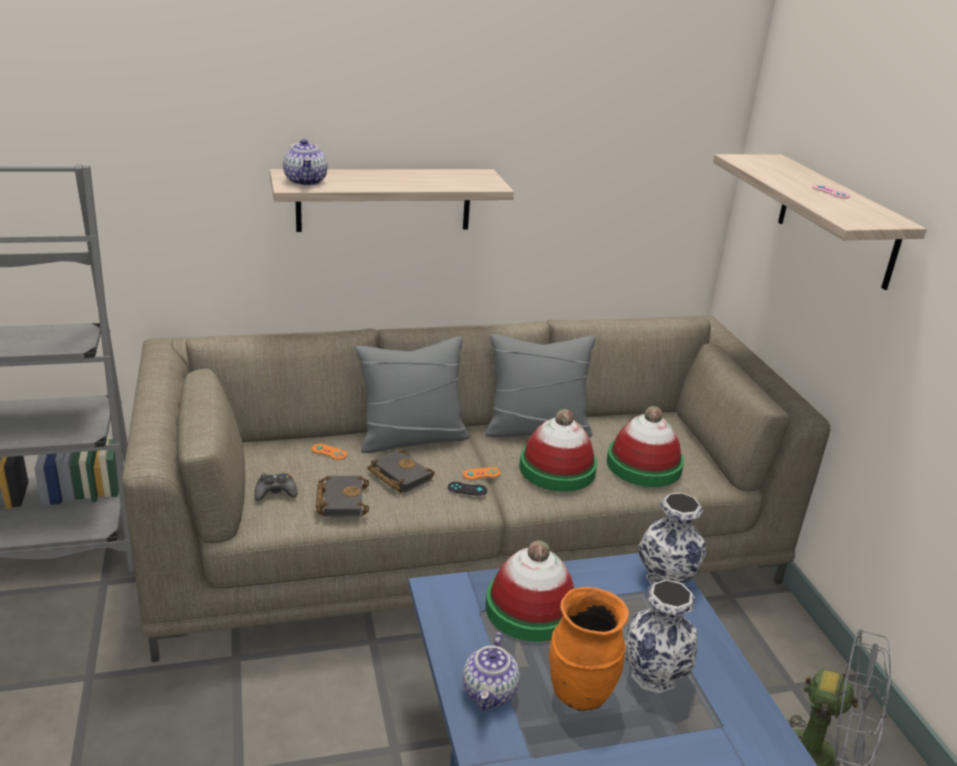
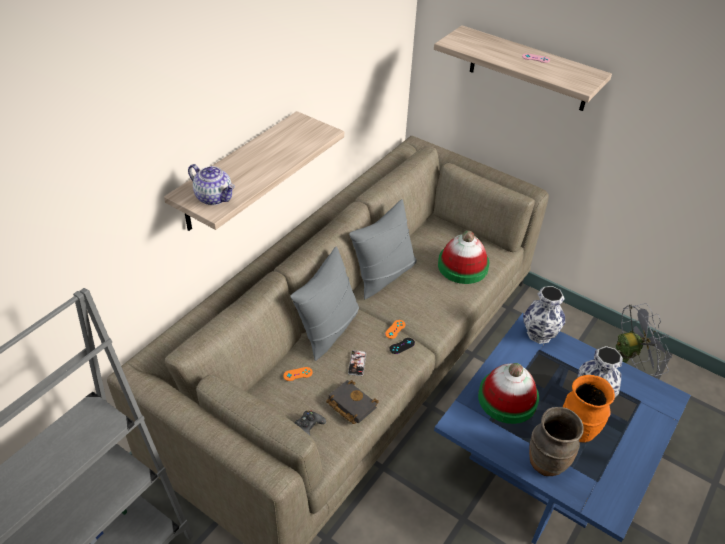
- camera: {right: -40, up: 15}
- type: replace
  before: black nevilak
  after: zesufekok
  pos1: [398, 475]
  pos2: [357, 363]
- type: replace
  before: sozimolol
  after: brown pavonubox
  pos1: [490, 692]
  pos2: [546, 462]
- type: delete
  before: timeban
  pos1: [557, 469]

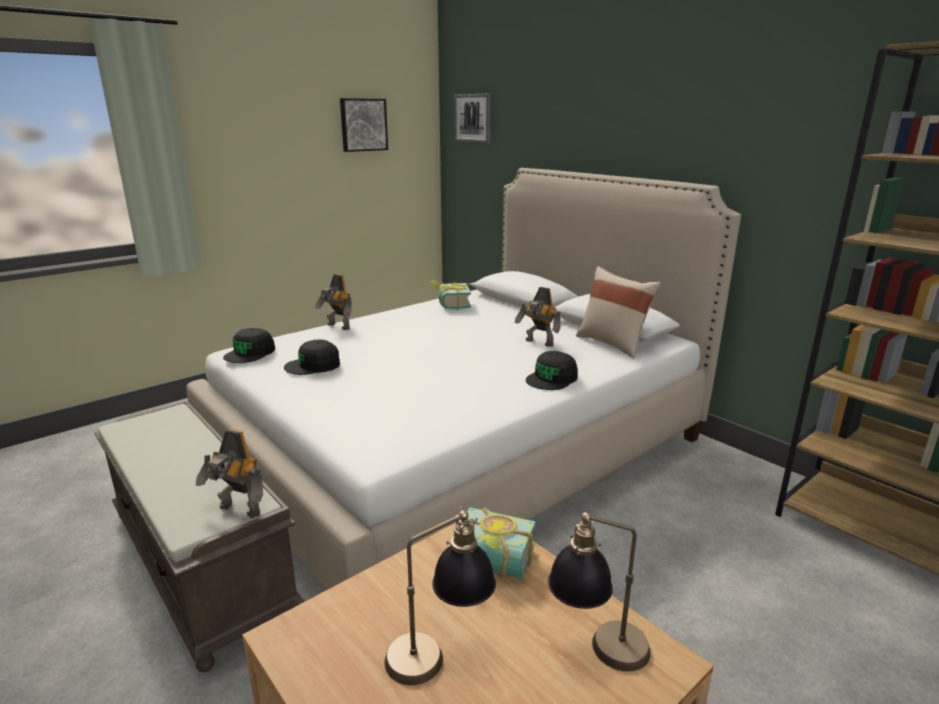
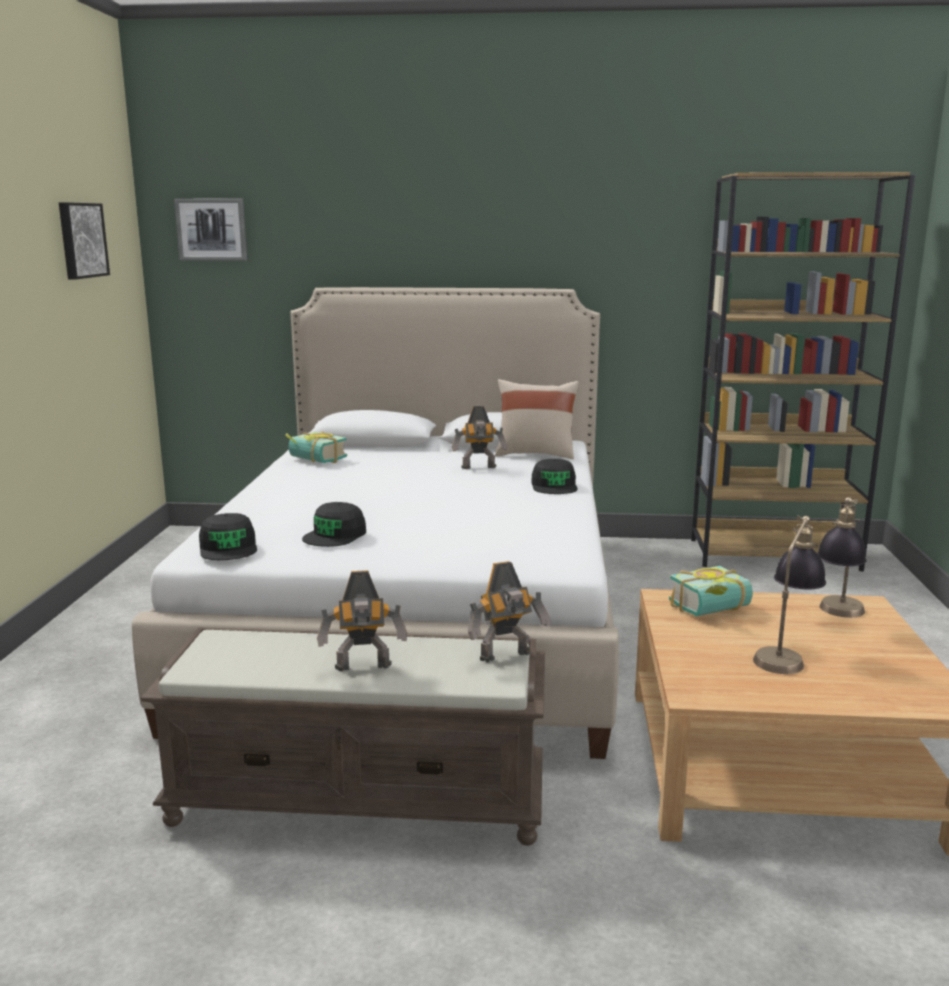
- camera: {right: -45, up: -5}
- type: move
  before: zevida
  pos1: [337, 327]
  pos2: [364, 668]

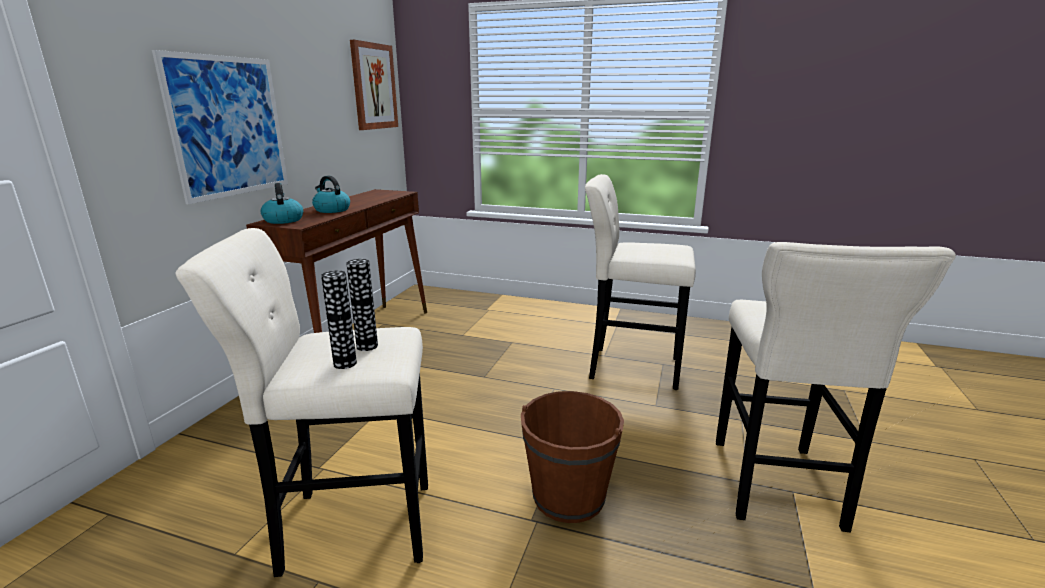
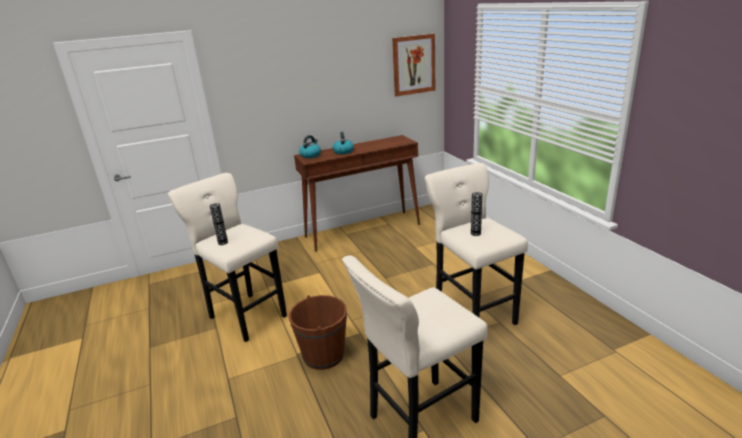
- camera: {right: 50, up: 5}
- type: move
  before: pavonubox
  pos1: [367, 346]
  pos2: [475, 233]
- type: delete
  before: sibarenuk
  pos1: [229, 127]

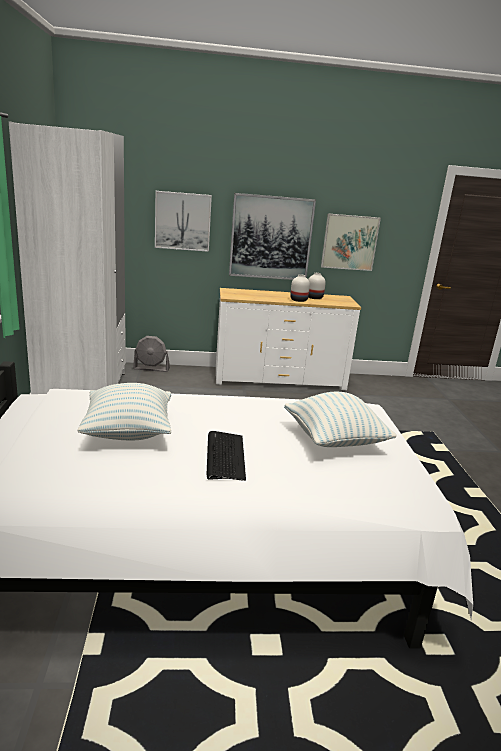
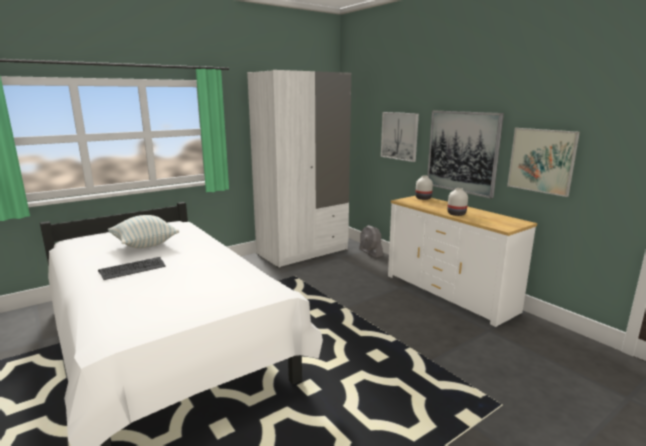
- camera: {right: 60, up: -5}
- type: move
  before: white pavonubox
  pos1: [314, 297]
  pos2: [423, 198]
- type: delete
  before: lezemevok
  pos1: [334, 441]

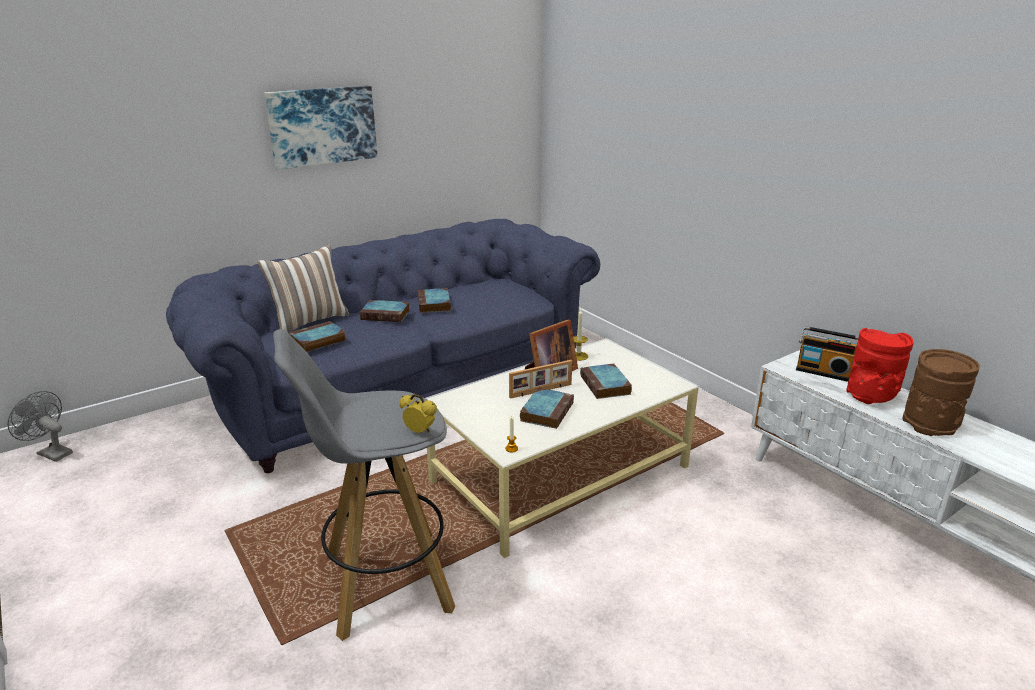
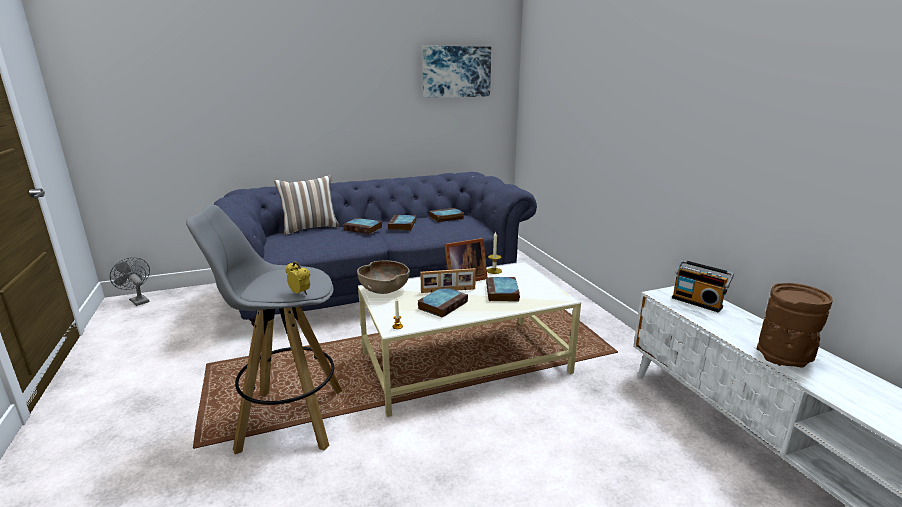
- camera: {right: 15, up: -5}
- type: insert
  after: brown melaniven
  pos2: [384, 290]
- type: move
  before: sibarenuk
  pos1: [322, 126]
  pos2: [456, 71]
- type: move
  before: nevilak
  pos1: [317, 341]
  pos2: [446, 218]
- type: delete
  before: red pavonubox
  pos1: [870, 397]

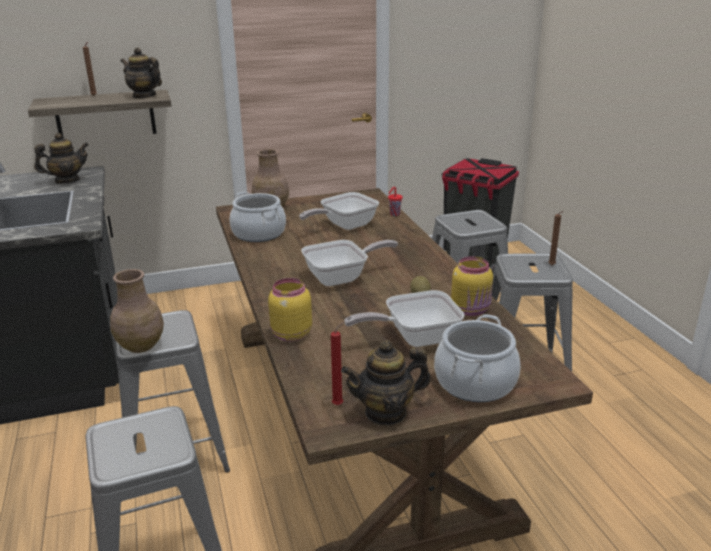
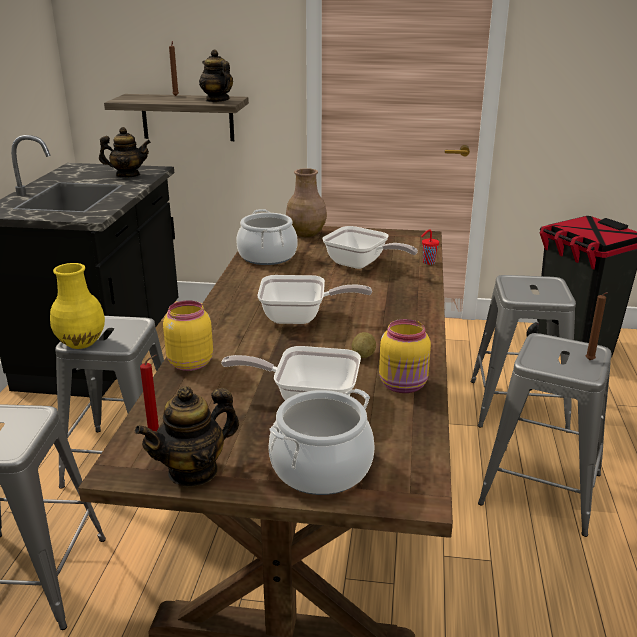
- camera: {right: 25, up: 0}
- type: recolor
  before: brown pavonubox
  after: yellow pavonubox
  pos1: [141, 345]
  pos2: [82, 342]
- type: rotate
  before: sozimolol
  pos1: [386, 412]
  pos2: [193, 471]
  turn: -45
- type: rotate
  before: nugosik
  pos1: [344, 226]
  pos2: [361, 264]
  turn: -135

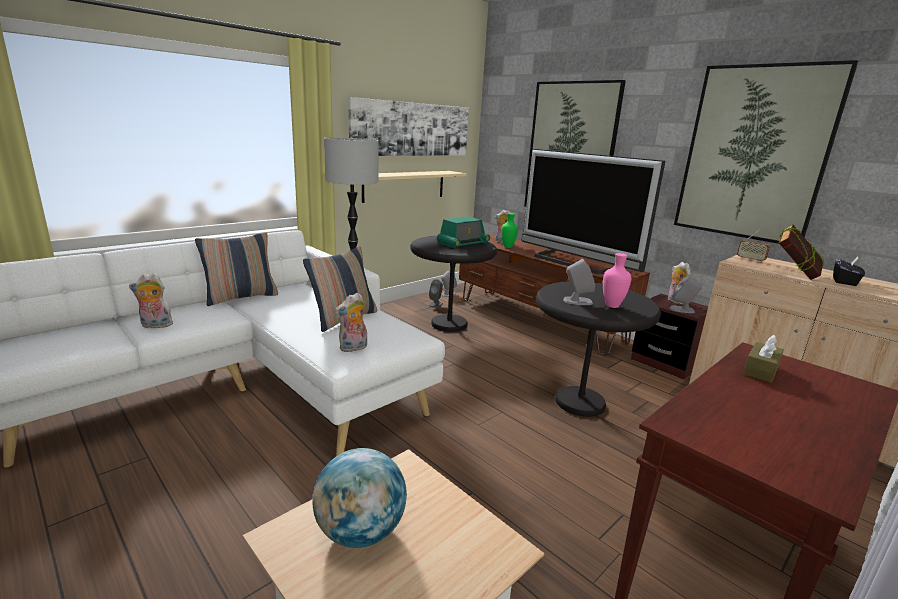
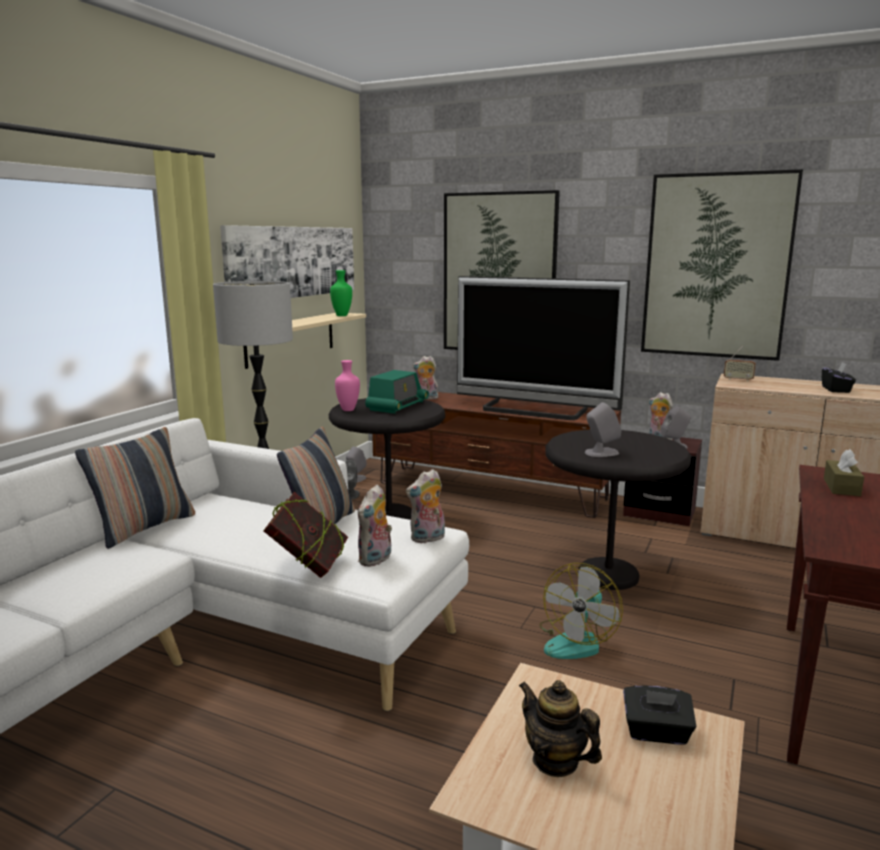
- camera: {right: -20, up: -5}
- type: move
  before: nevilak
  pos1: [794, 274]
  pos2: [308, 567]
- type: move
  before: green pavonubox
  pos1: [508, 247]
  pos2: [342, 315]
- type: move
  before: pink pavonubox
  pos1: [611, 305]
  pos2: [347, 410]
- type: move
  before: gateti
  pos1: [155, 326]
  pos2: [427, 539]
- type: replace
  before: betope
  after: sozimolol
  pos1: [360, 532]
  pos2: [555, 761]
- type: insert
  after: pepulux
  pos2: [577, 641]
- type: insert
  after: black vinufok
  pos2: [656, 733]

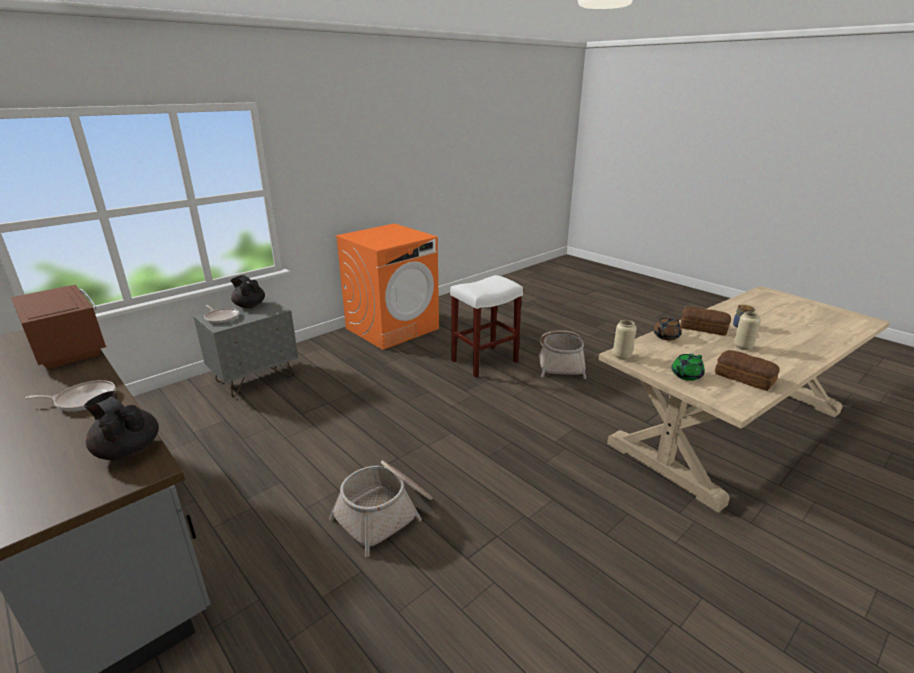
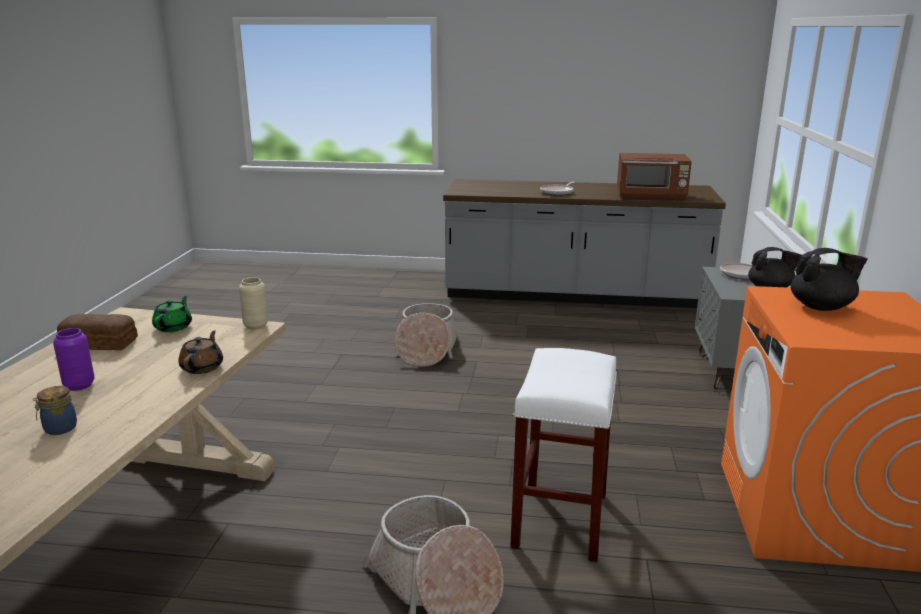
- camera: {right: 140, up: -5}
- type: recolor
  before: beige pavonubox
  after: purple pavonubox
  pos1: [742, 347]
  pos2: [79, 385]
- type: move
  before: black sozimolol
  pos1: [128, 450]
  pos2: [821, 307]
- type: delete
  before: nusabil
  pos1: [704, 328]

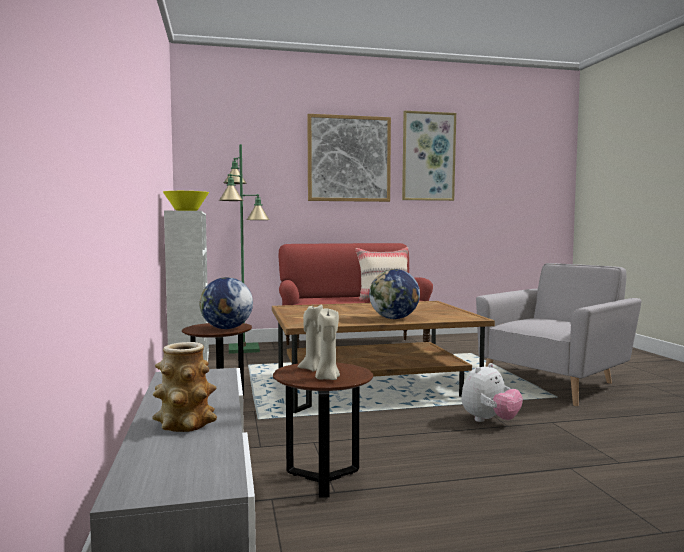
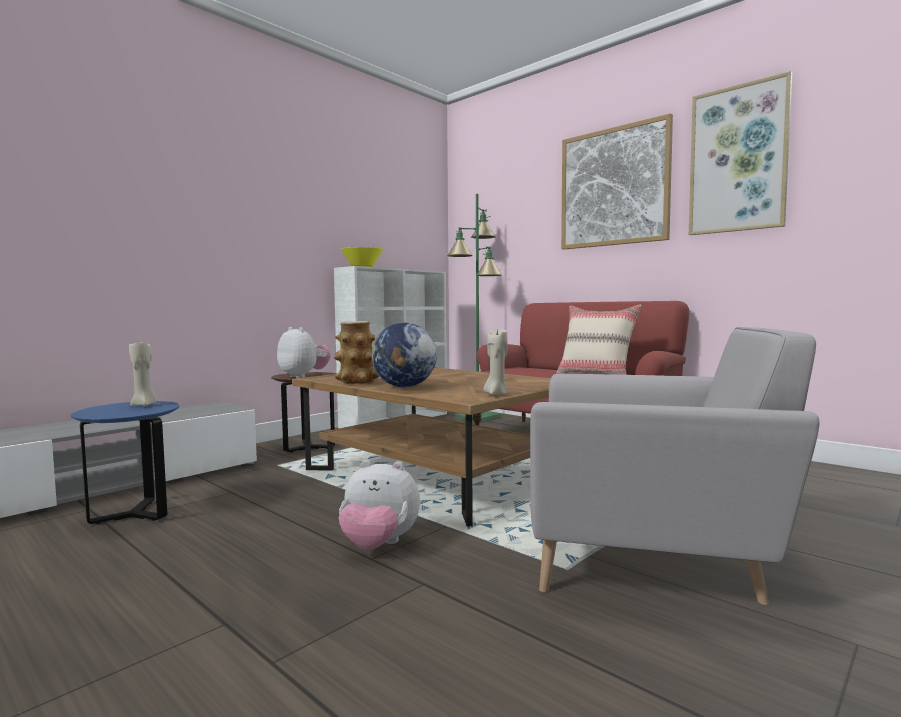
- camera: {right: 55, up: 0}
- type: recolor
  before: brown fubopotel
  after: blue fubopotel
  pos1: [323, 480]
  pos2: [134, 515]
- type: replace
  before: betope
  after: gateti
  pos1: [226, 328]
  pos2: [303, 376]
- type: move
  before: pavonubox
  pos1: [185, 424]
  pos2: [357, 381]
- type: move
  before: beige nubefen
  pos1: [327, 378]
  pos2: [496, 394]

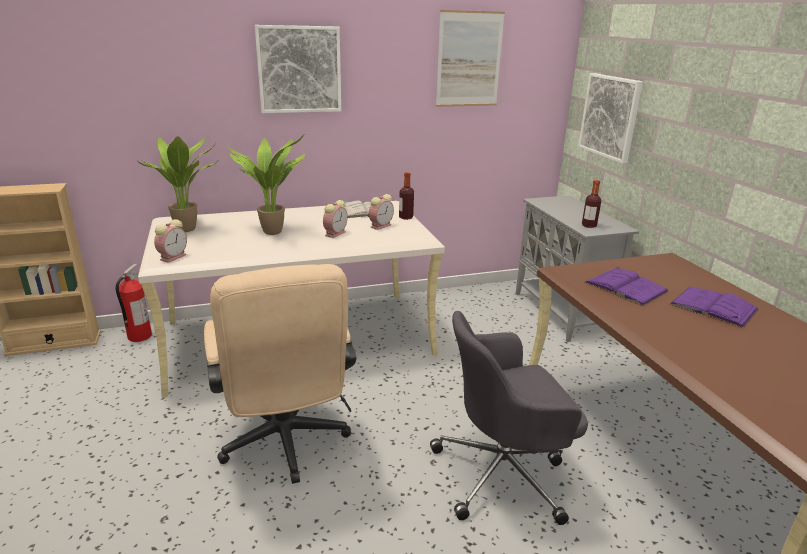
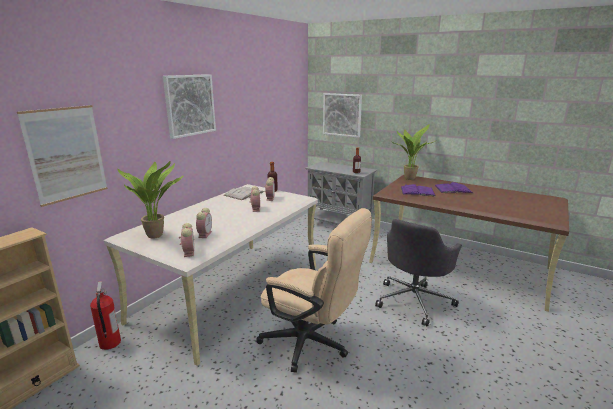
- camera: {right: -40, up: -5}
- type: move
  before: sibarenuk
  pos1: [469, 59]
  pos2: [66, 154]
- type: insert
  after: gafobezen
  pos2: [205, 234]
- type: move
  before: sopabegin
  pos1: [275, 231]
  pos2: [408, 178]

